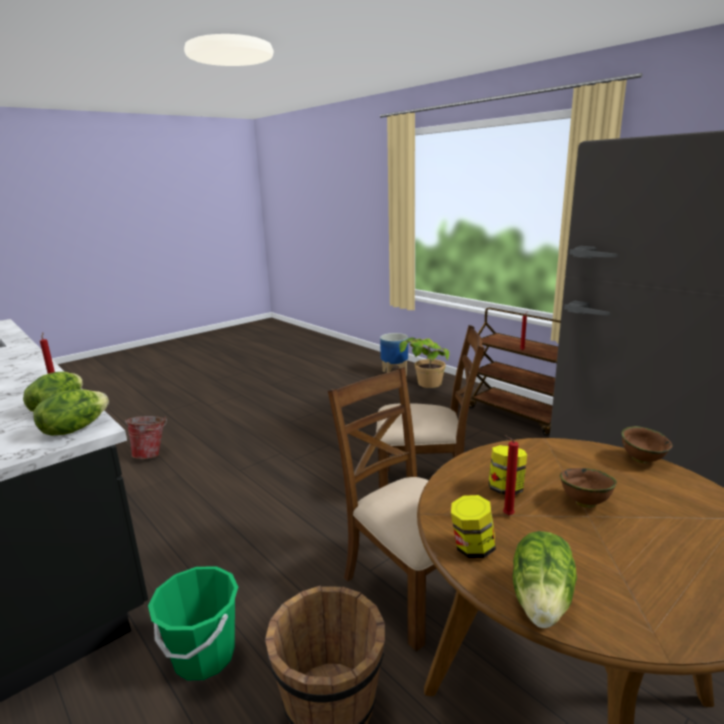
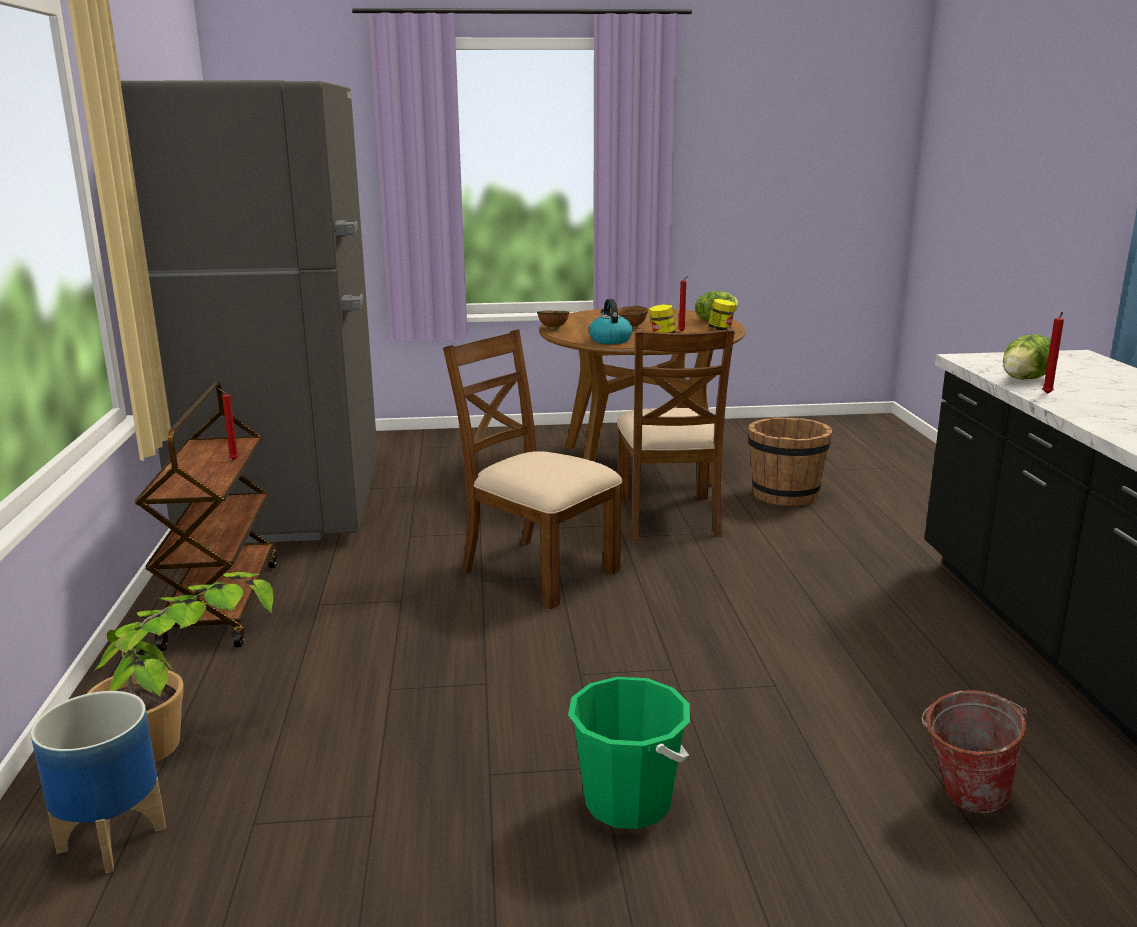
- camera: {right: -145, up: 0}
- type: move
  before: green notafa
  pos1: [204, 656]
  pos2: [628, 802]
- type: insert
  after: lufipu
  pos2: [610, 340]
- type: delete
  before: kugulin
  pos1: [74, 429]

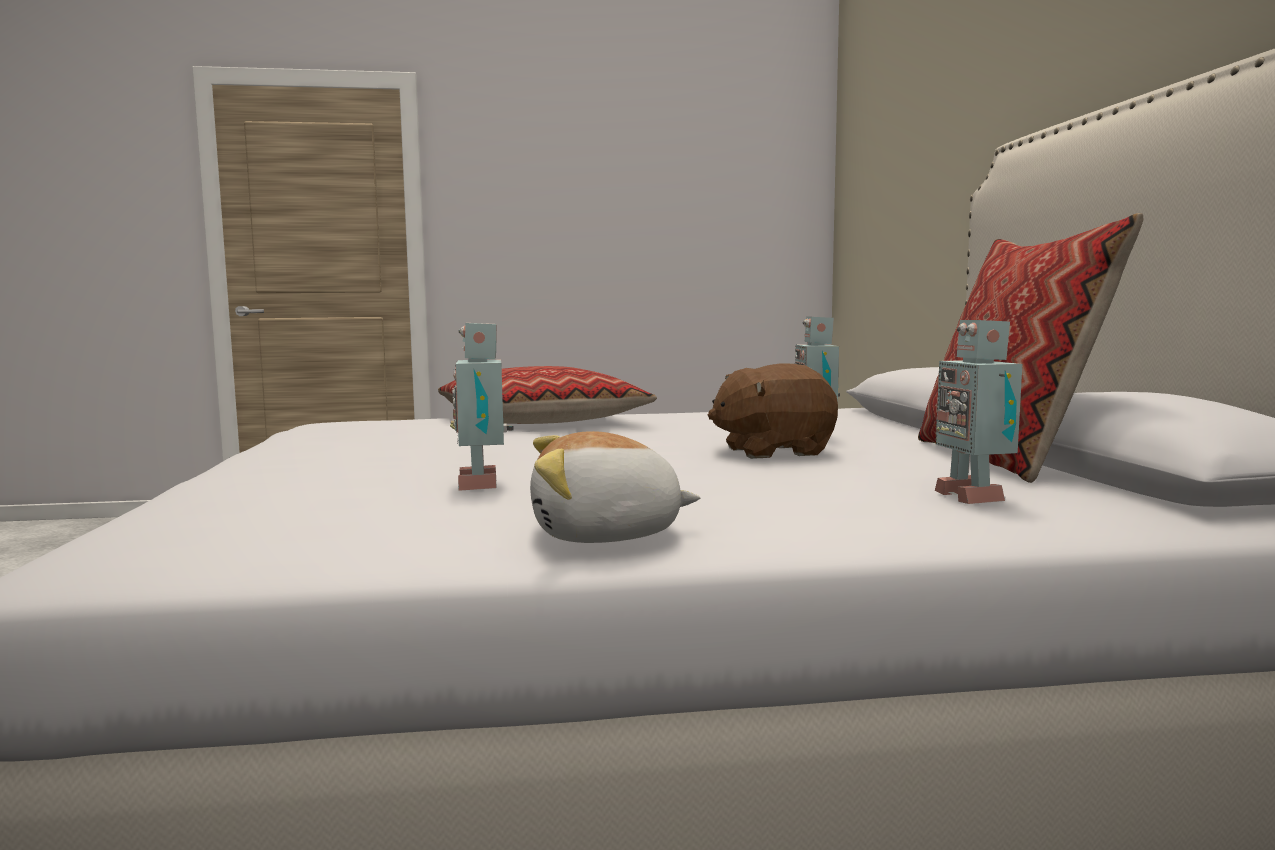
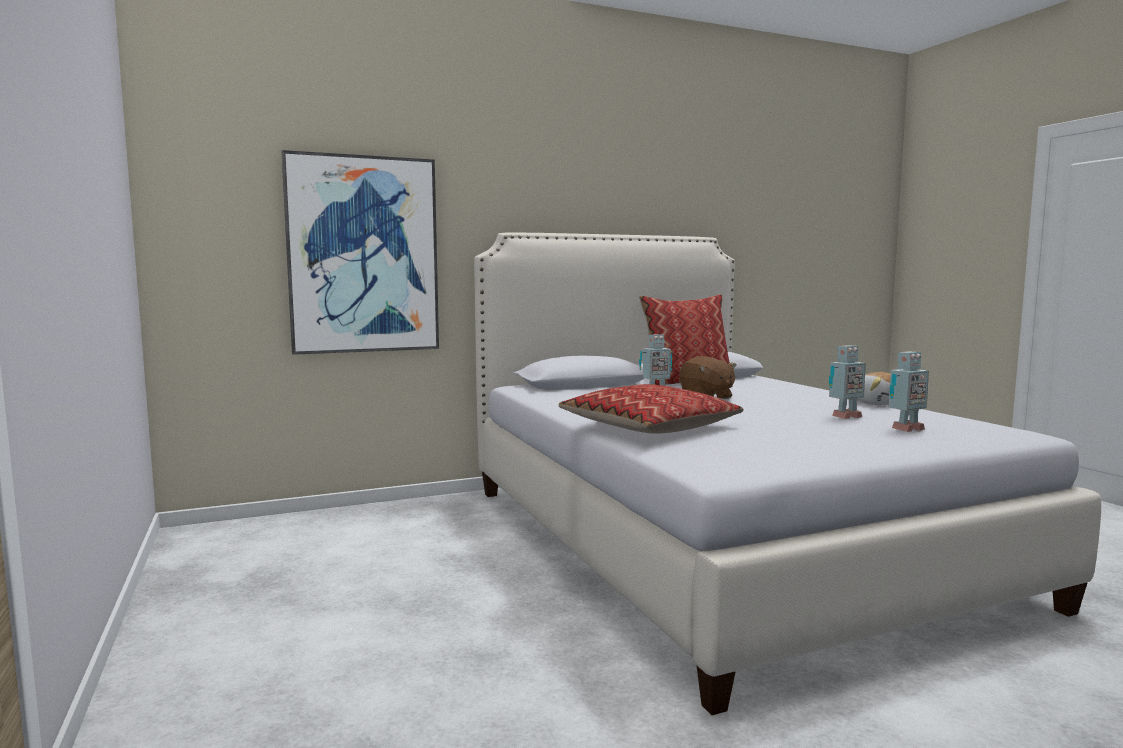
- camera: {right: -105, up: 0}
- type: insert
  after: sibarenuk
  pos2: [363, 255]
- type: move
  before: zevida
  pos1: [972, 496]
  pos2: [905, 429]

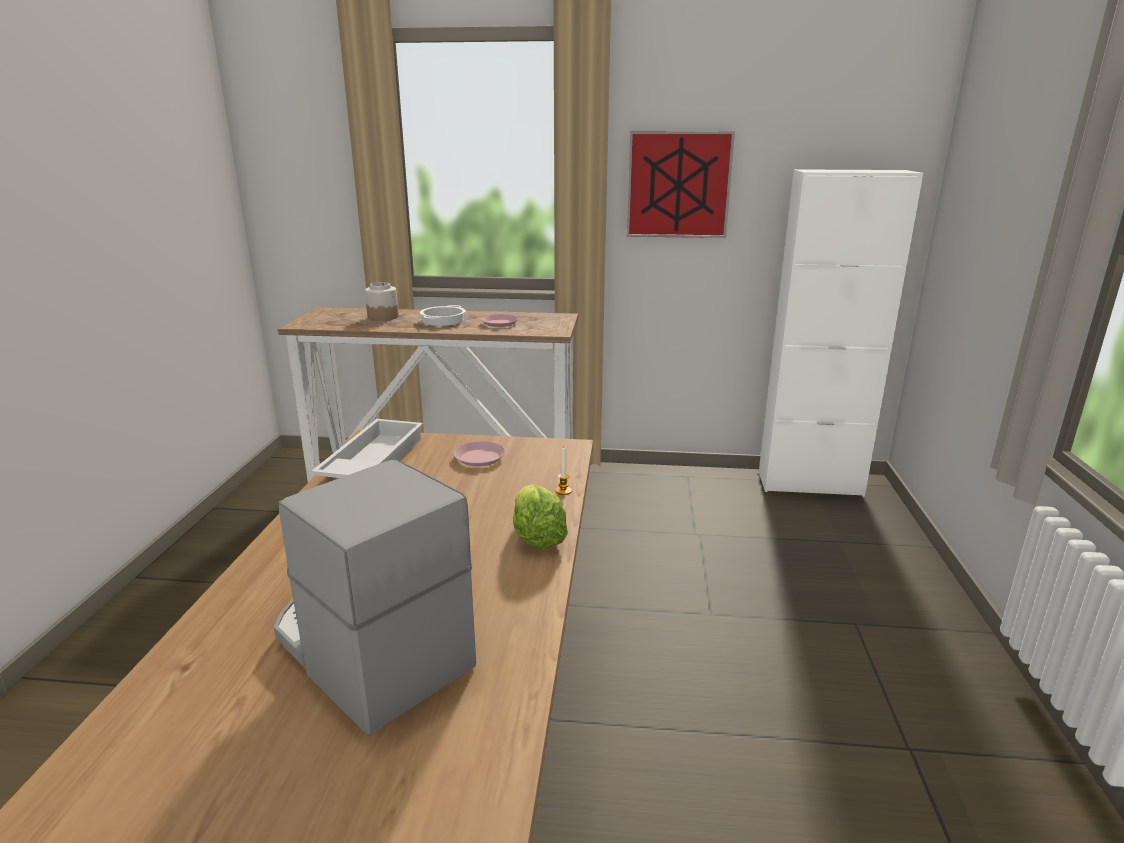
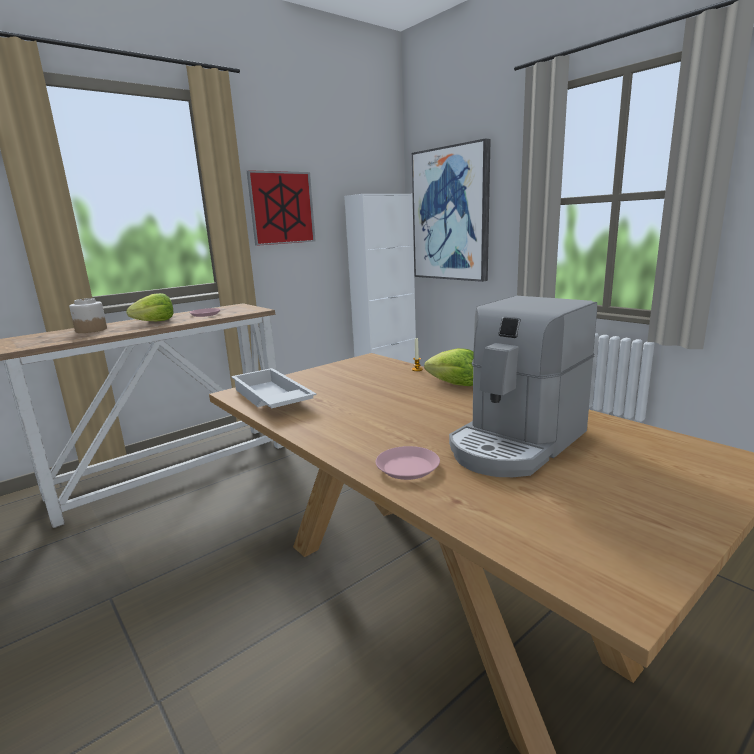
- camera: {right: -45, up: -5}
- type: replace
  before: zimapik
  after: kugulin
  pos1: [443, 321]
  pos2: [155, 321]
- type: move
  before: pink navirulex
  pos1: [480, 458]
  pos2: [407, 467]
- type: insert
  after: sibarenuk
  pos2: [451, 214]
- type: rotate
  before: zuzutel
  pos1: [368, 651]
  pos2: [516, 443]
  turn: -45

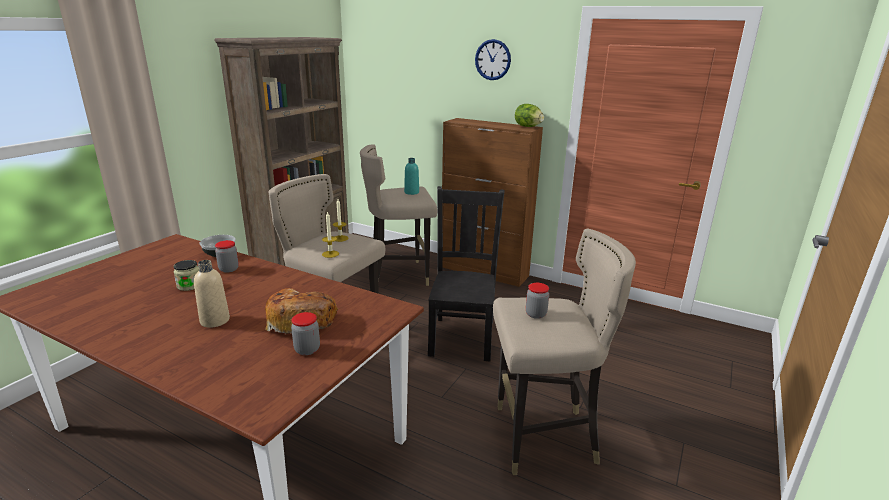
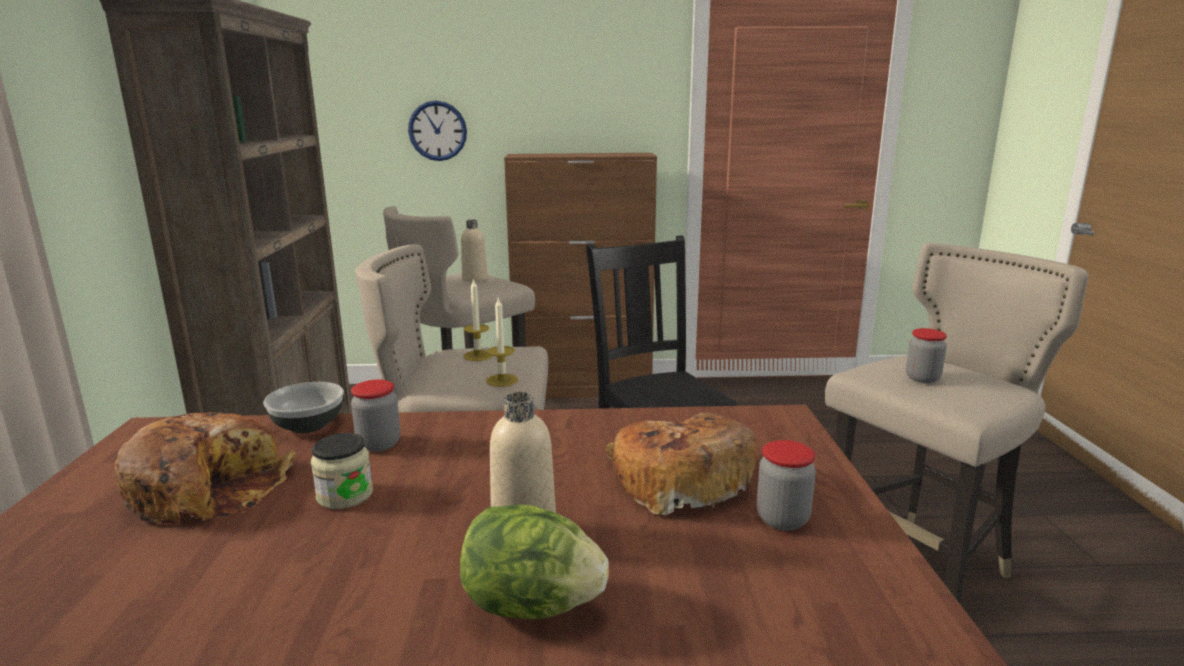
- camera: {right: -30, up: -5}
- type: insert
  after: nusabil
  pos2: [210, 488]
- type: move
  before: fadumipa
  pos1: [493, 60]
  pos2: [437, 131]
- type: move
  before: kugulin
  pos1: [528, 127]
  pos2: [531, 606]
- type: recolor
  before: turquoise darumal
  after: beige darumal
  pos1: [411, 192]
  pos2: [475, 279]

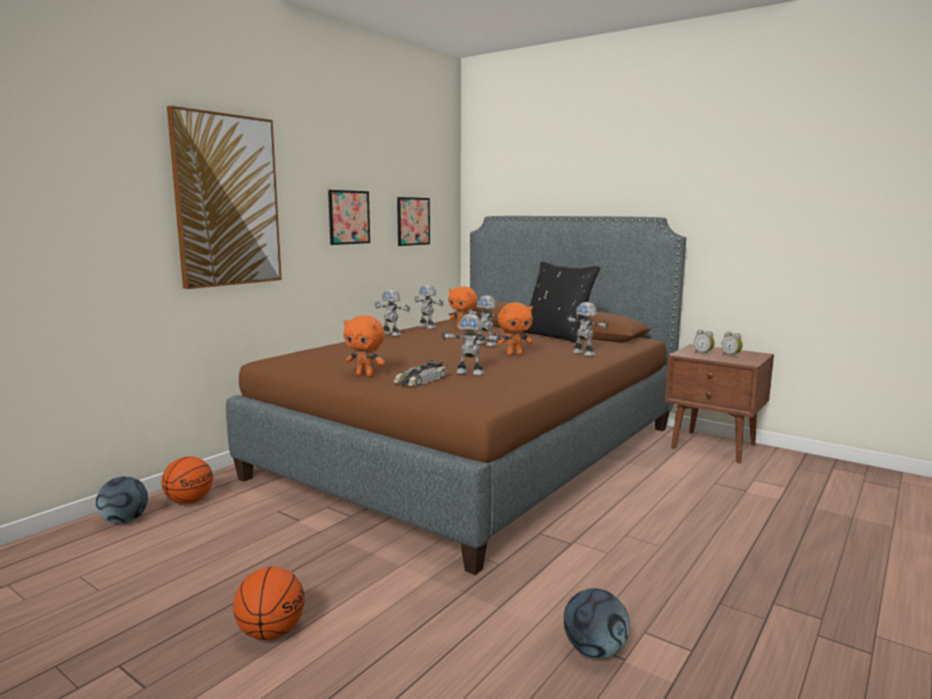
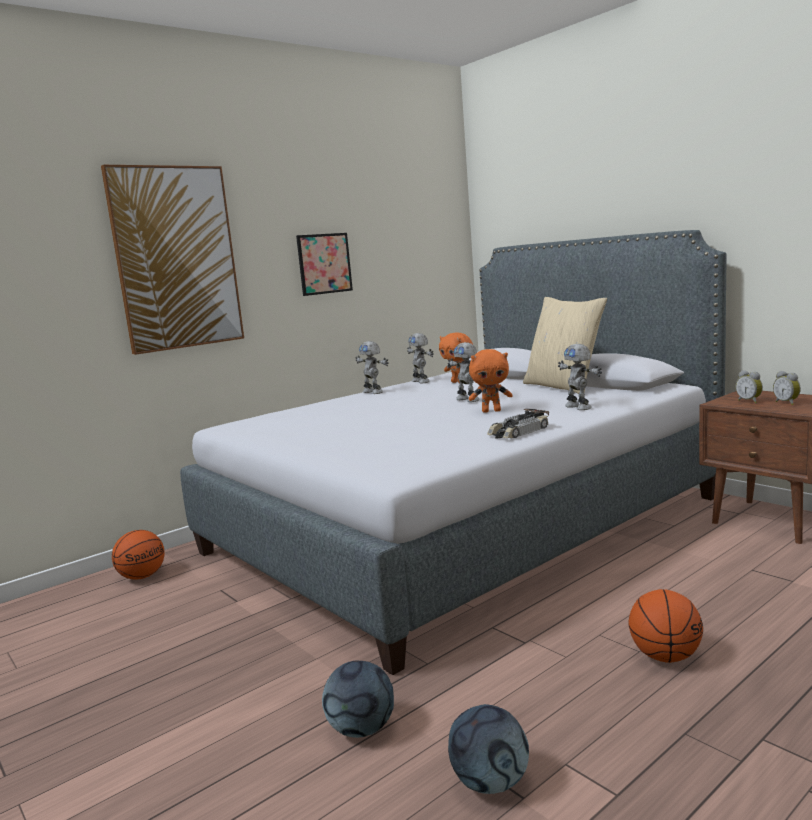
- camera: {right: 15, up: 0}
- type: recolor
  before: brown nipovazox
  after: grey nipovazox
  pos1: [475, 450]
  pos2: [464, 524]
- type: move
  before: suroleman
  pos1: [124, 520]
  pos2: [361, 729]
- type: move
  before: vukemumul
  pos1: [420, 380]
  pos2: [518, 432]
- type: recolor
  before: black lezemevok
  after: beige lezemevok
  pos1: [557, 336]
  pos2: [564, 386]
- type: move
  before: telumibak
  pos1: [271, 632]
  pos2: [665, 656]
- type: delete
  before: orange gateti
  pos1: [366, 375]
- type: delete
  before: sibarenuk
  pos1: [413, 221]
- type: delete
  before: zevida
  pos1: [470, 373]

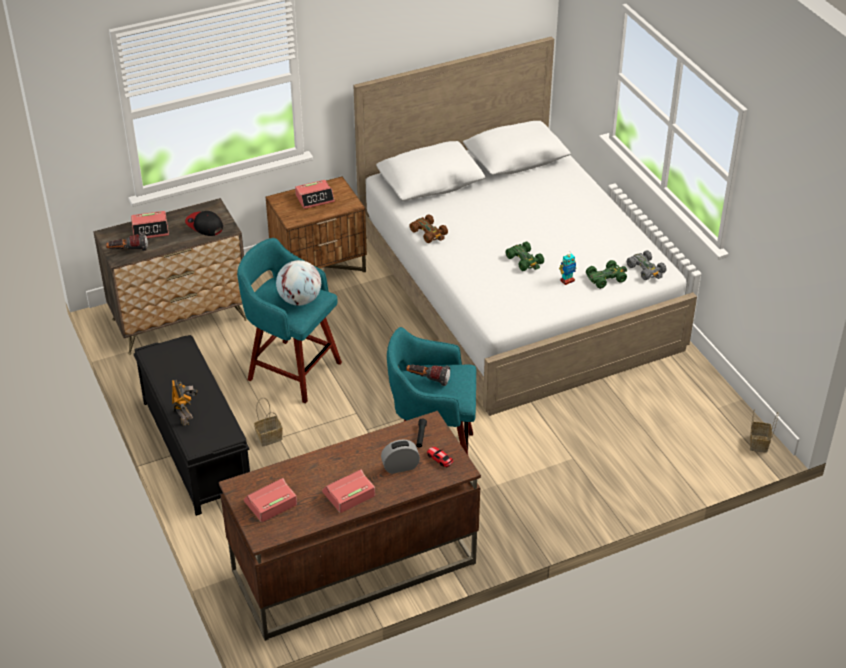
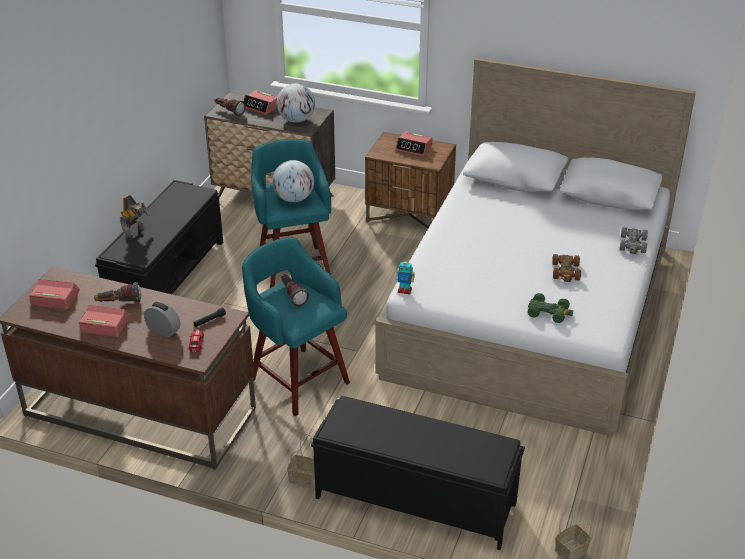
- camera: {right: 45, up: -5}
- type: insert
  after: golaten
  pos2: [119, 303]
- type: replace
  before: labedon
  after: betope
  pos1: [204, 225]
  pos2: [296, 120]
- type: move
  before: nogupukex
  pos1: [269, 437]
  pos2: [305, 478]
- type: insert
  after: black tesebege
  pos2: [414, 500]
- type: move
  before: zevida
  pos1: [567, 280]
  pos2: [404, 290]
- type: move
  before: brown vukemumul
  pos1: [429, 233]
  pos2: [566, 272]
- type: move
  before: grey vukemumul
  pos1: [646, 269]
  pos2: [633, 245]
- type: delete
  before: green vukemumul
  pos1: [525, 260]

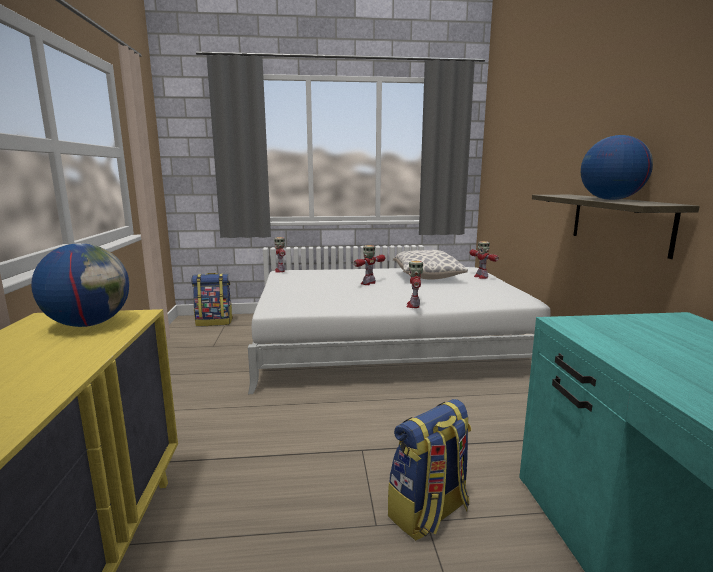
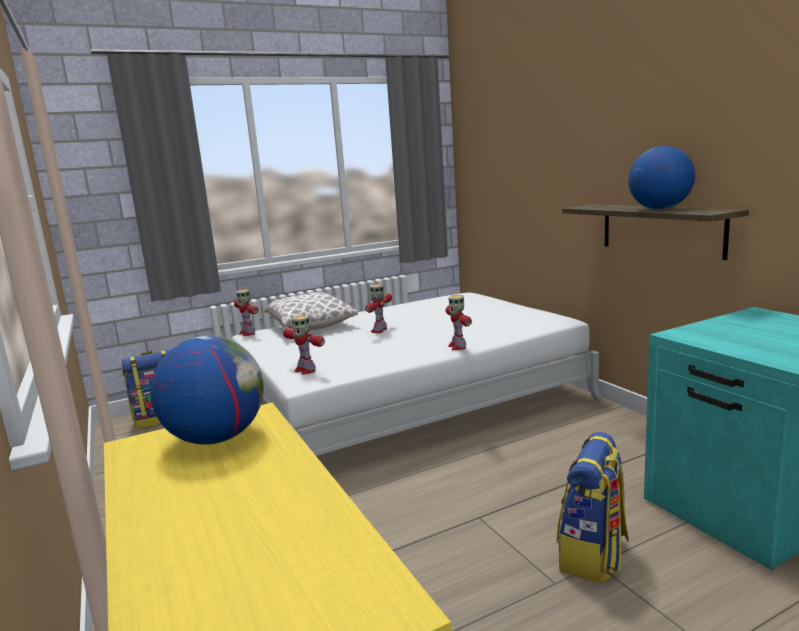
- camera: {right: -20, up: 0}
- type: move
  before: lezemevok
  pos1: [427, 277]
  pos2: [311, 327]
- type: move
  before: zevida
  pos1: [481, 277]
  pos2: [305, 370]

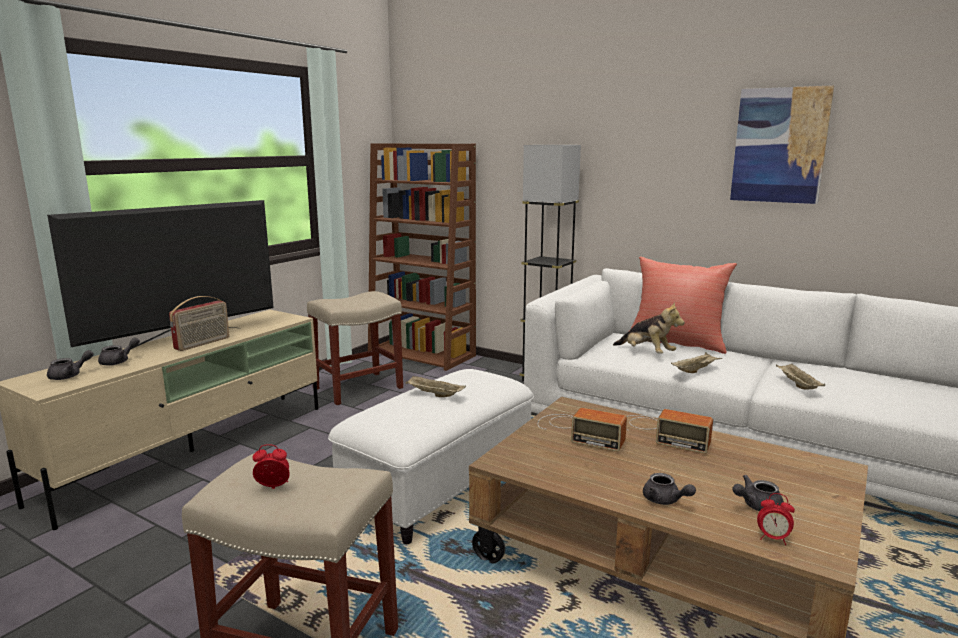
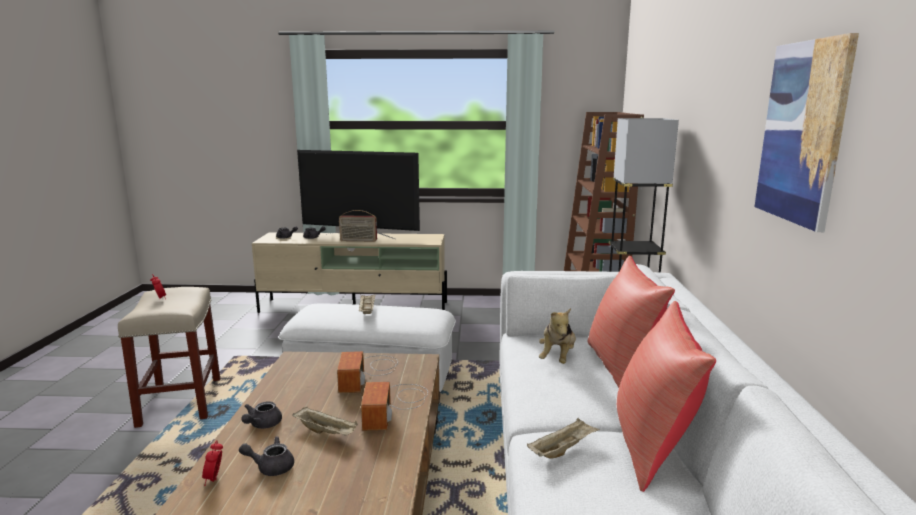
- camera: {right: 60, up: 0}
- type: rotate
  before: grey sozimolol
  pos1: [756, 506]
  pos2: [271, 467]
  turn: -45
- type: move
  before: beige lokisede
  pos1: [695, 370]
  pos2: [326, 432]
- type: insert
  after: red lezemevok
  pos2: [652, 445]
- type: delete
  before: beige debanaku
  pos1: [359, 388]

